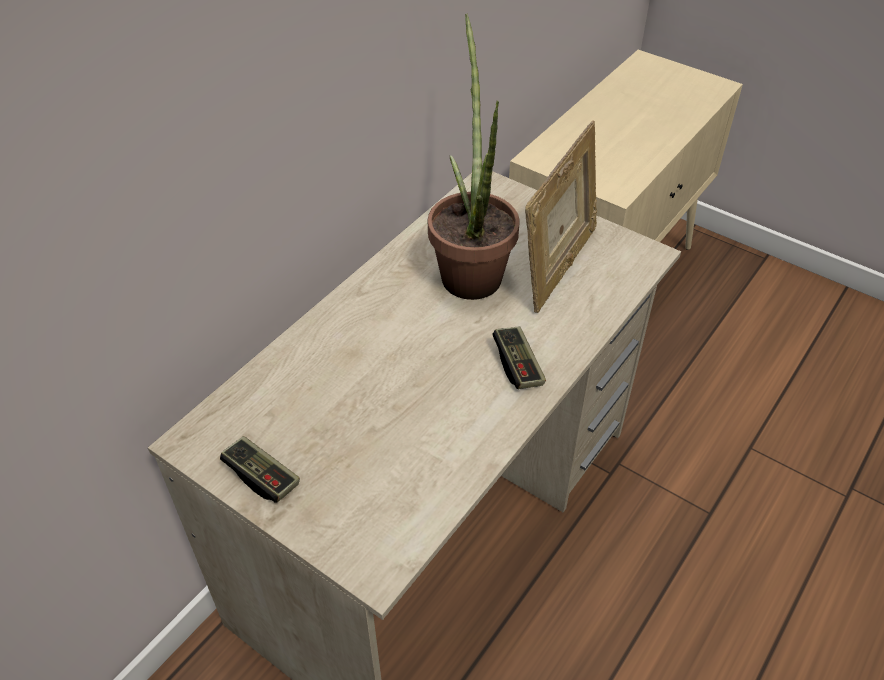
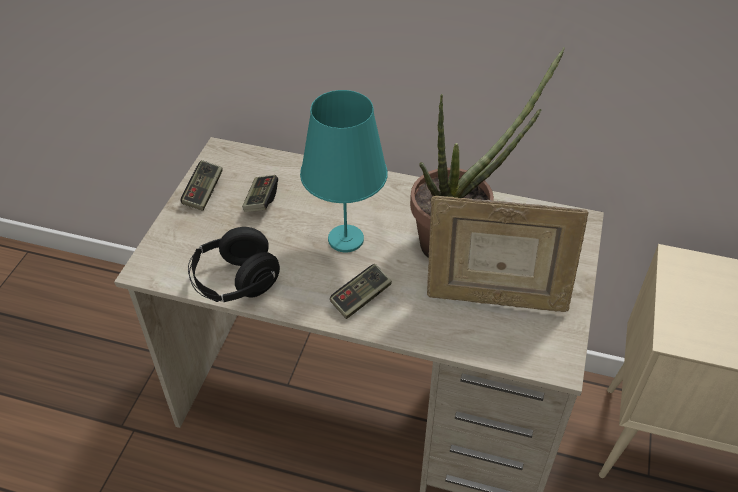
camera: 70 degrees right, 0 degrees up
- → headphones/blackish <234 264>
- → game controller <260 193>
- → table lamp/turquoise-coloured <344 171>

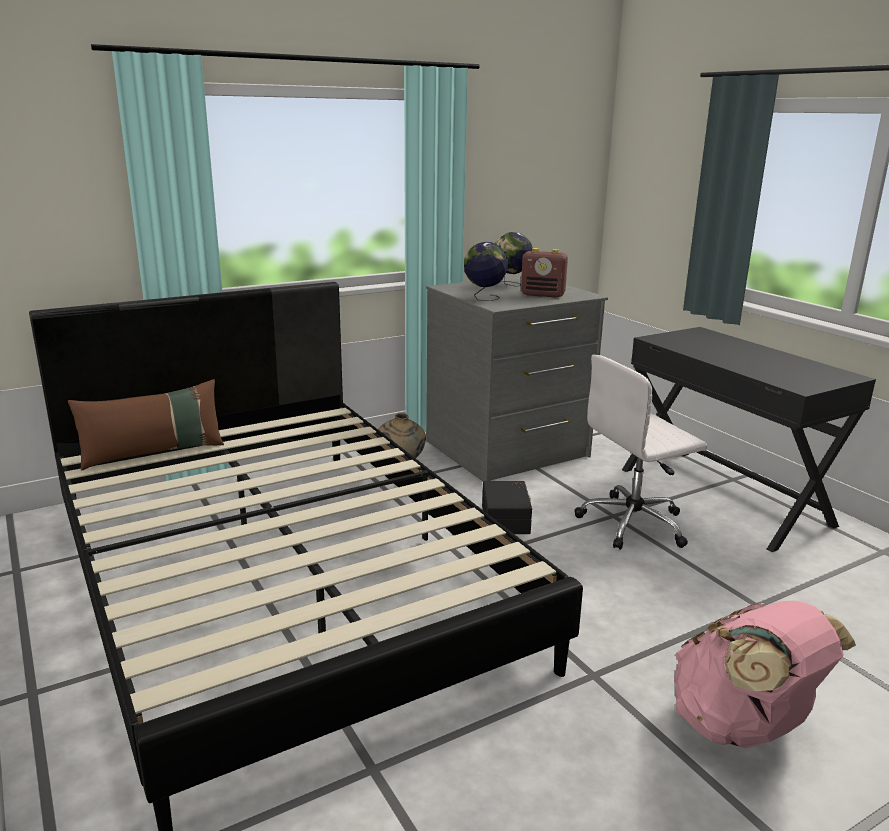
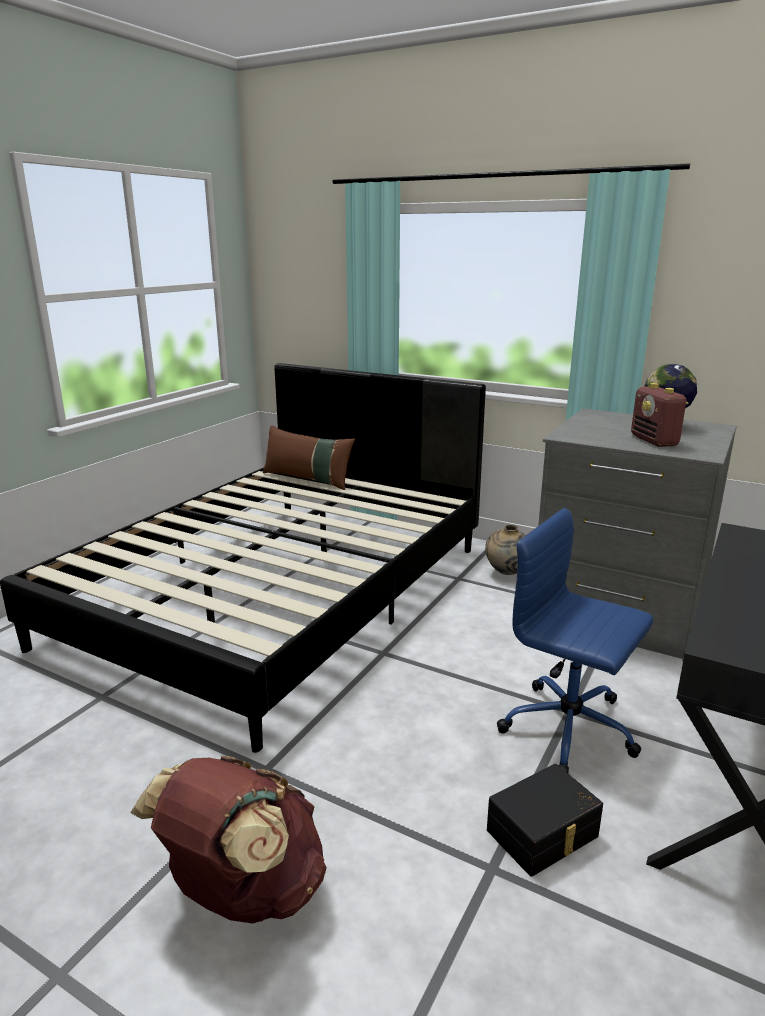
camera: 60 degrees right, 0 degrees up
world globe <486 271> → -
storage container/blackish <507 507> → storage container/blackish <545 820>, shifted
office chair/white-coloured <640 452> → office chair/blue <575 640>
backpack/pink <765 674> → backpack/brown <228 840>

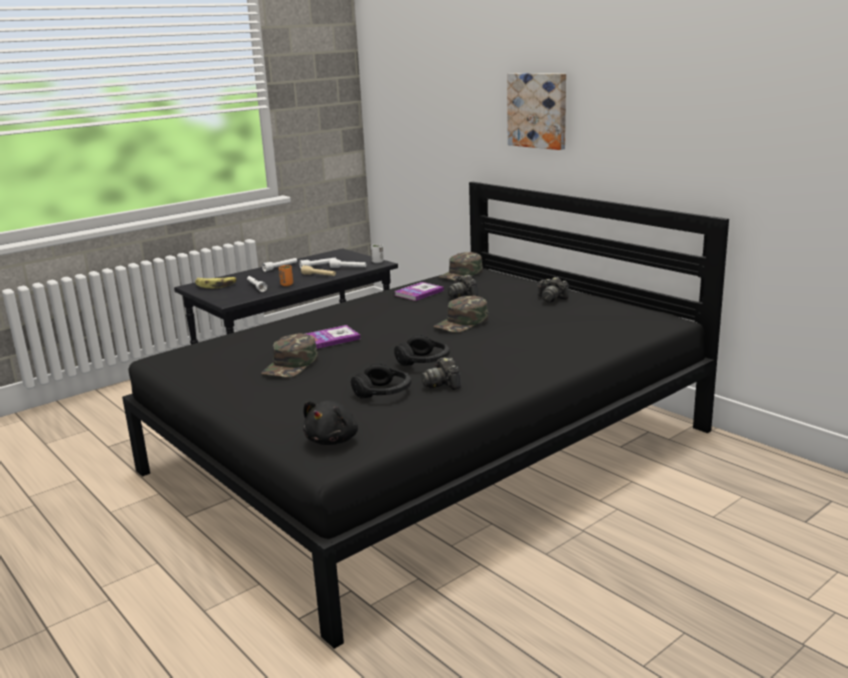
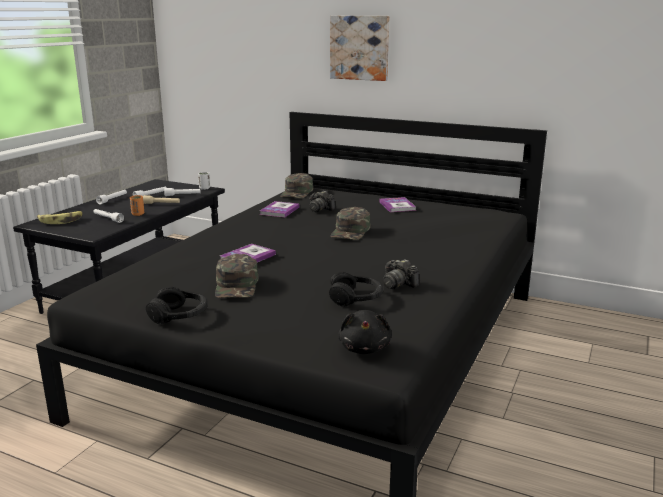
camera: 25 degrees left, 0 degrees up
headphones/blackish <422 350> → headphones/blackish <177 305>, shifted
photo camera <553 290> → book <397 204>

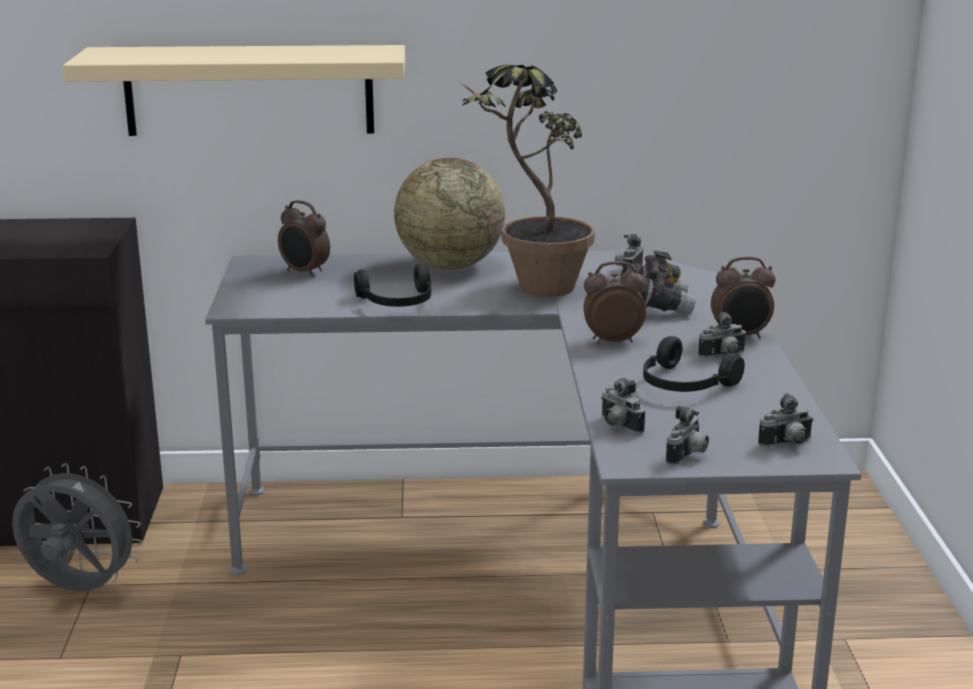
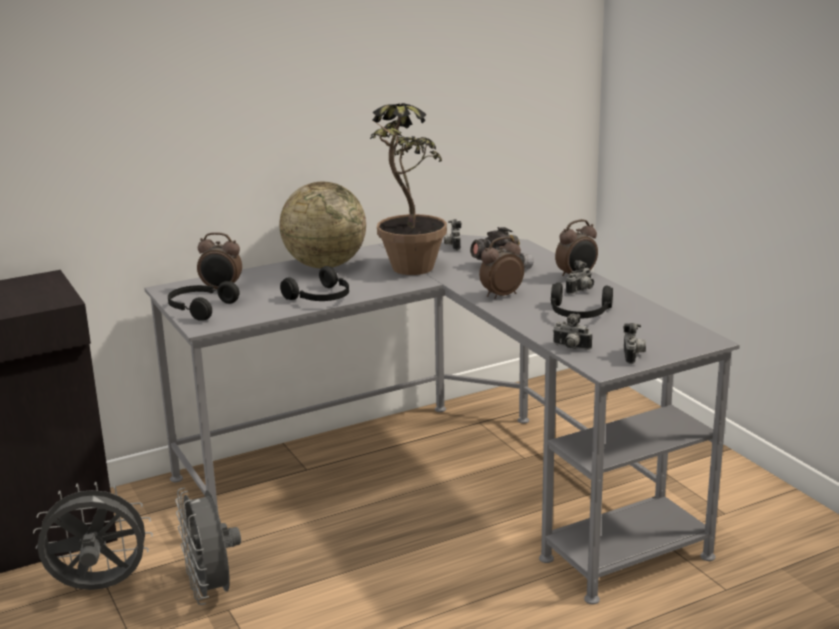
camera: 25 degrees left, 0 degrees up
bracket shelf/sand-coloured <234 90> → -
photo camera <786 420> → -
- → headphones/blackish <203 301>
- → fan/gray <208 546>

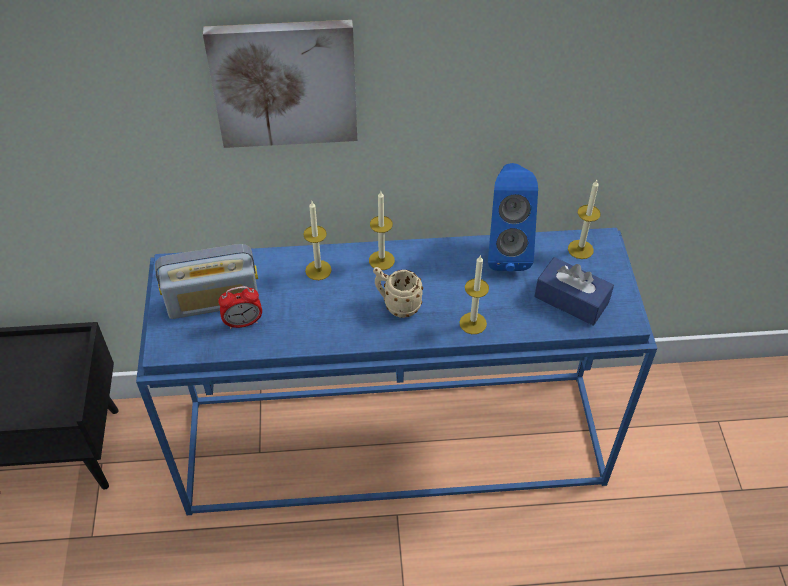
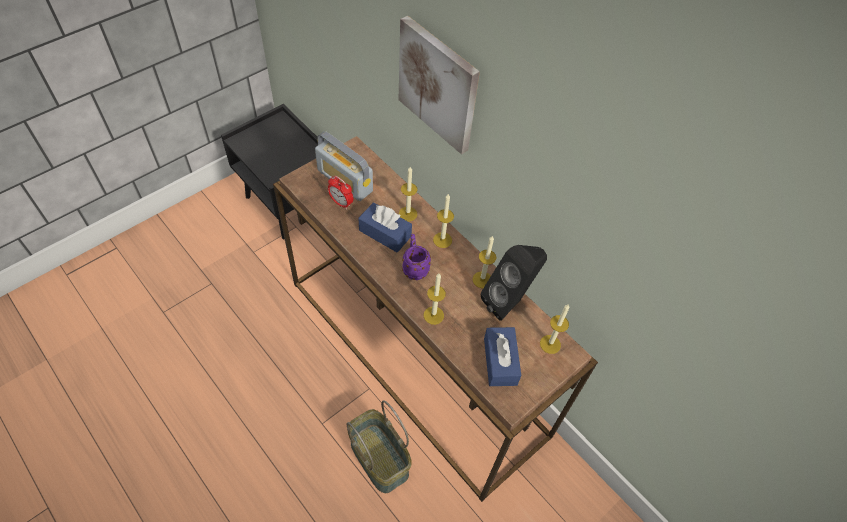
camera: 50 degrees right, 5 degrees up
console table/blue <396 371> → console table/brown <435 319>
coffee mug/sand-coloured <398 292> → coffee mug/purple <416 257>
audio speaker/blue <513 217> → audio speaker/blackish <513 283>
- → household basket <379 446>
- → box of tissues/blue <385 227>
- → wax candle <485 261>

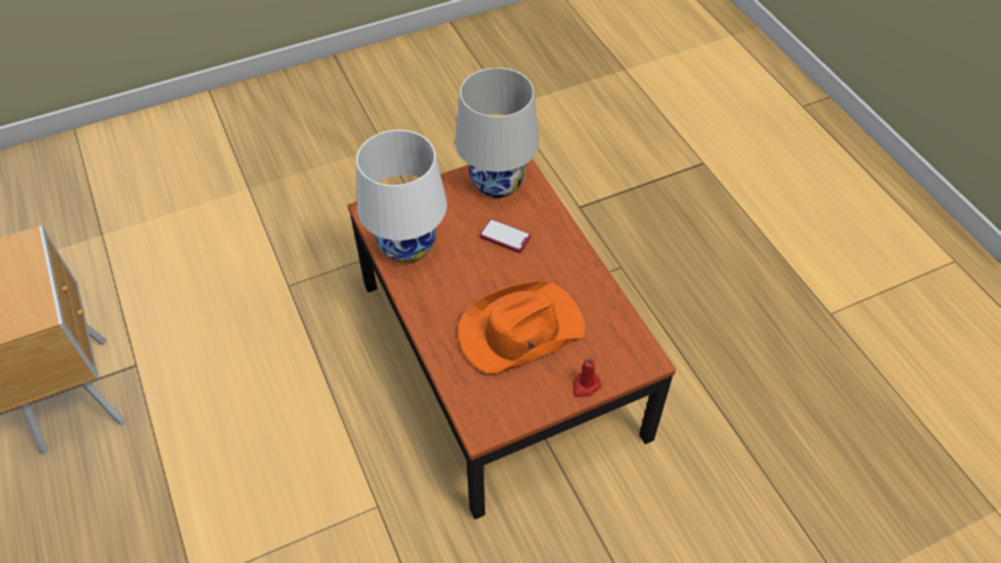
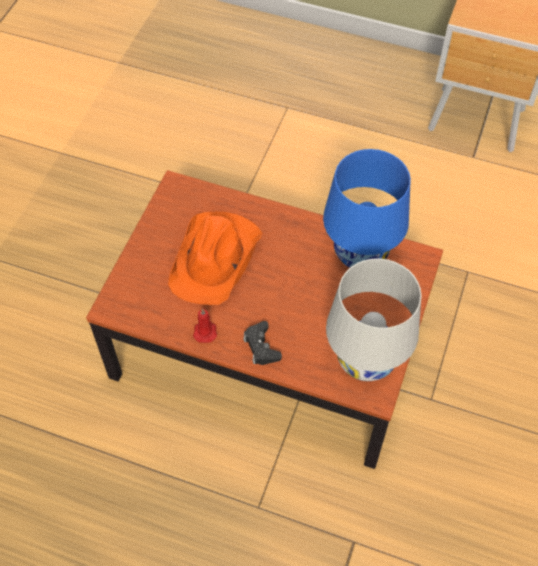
camera: 135 degrees right, 5 degrees up
table lamp/white-coloured <401 196> → table lamp/blue <367 208>
phone <505 236> → -
wax candle/red-coloured <587 377> → wax candle/red-coloured <205 325>, shifted
- → game controller/blackish <262 343>

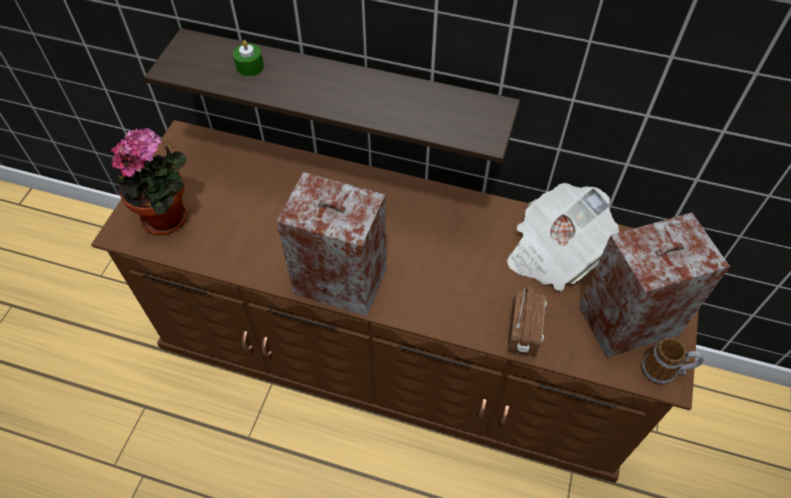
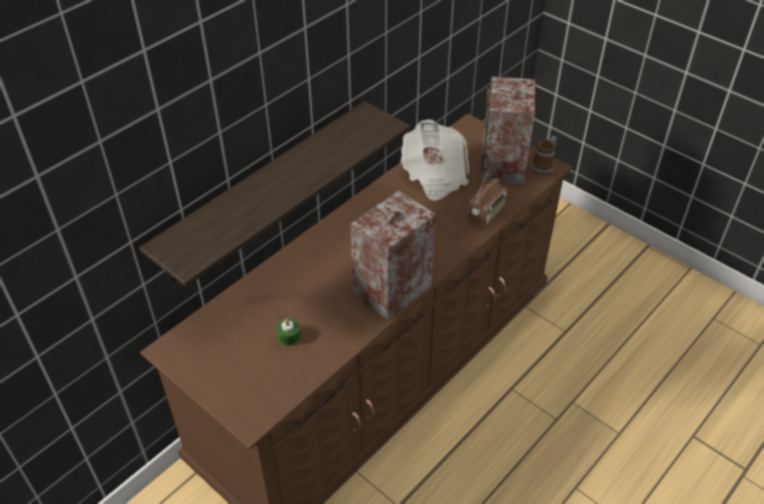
camera: 65 degrees left, 10 degrees down
houseplant <149 181> → -
wax candle/greenish <248 58> → wax candle/greenish <288 332>, shifted
radio <527 321> → radio <487 197>, 90 degrees clockwise

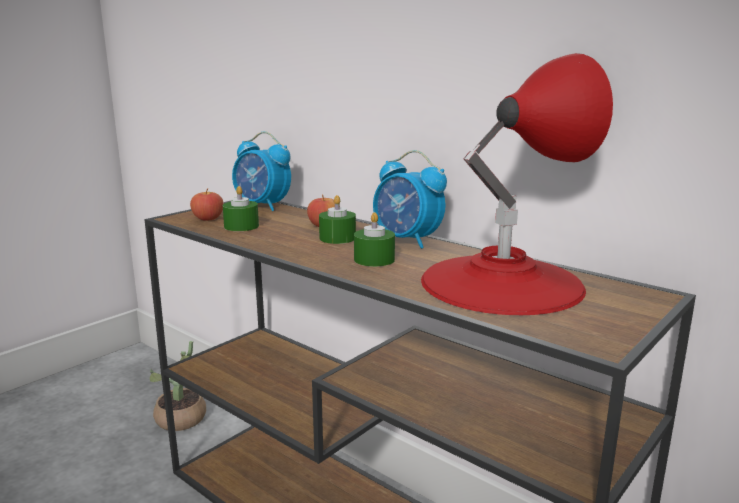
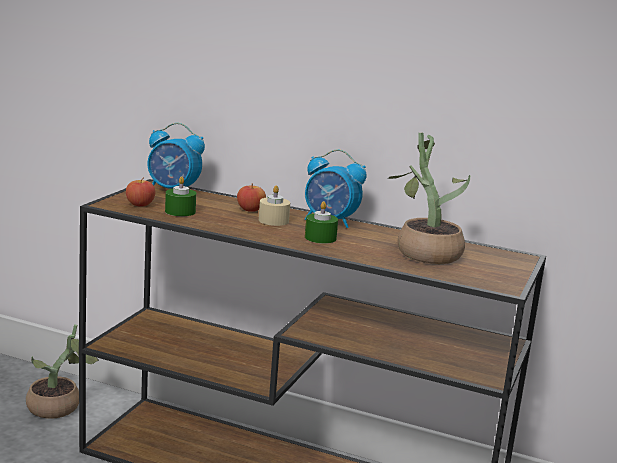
camera: 20 degrees left, 0 degrees up
wax candle/greenish <337 219> → wax candle/sand-coloured <274 205>
table lamp/red-coloured <517 184> → houseplant <429 198>

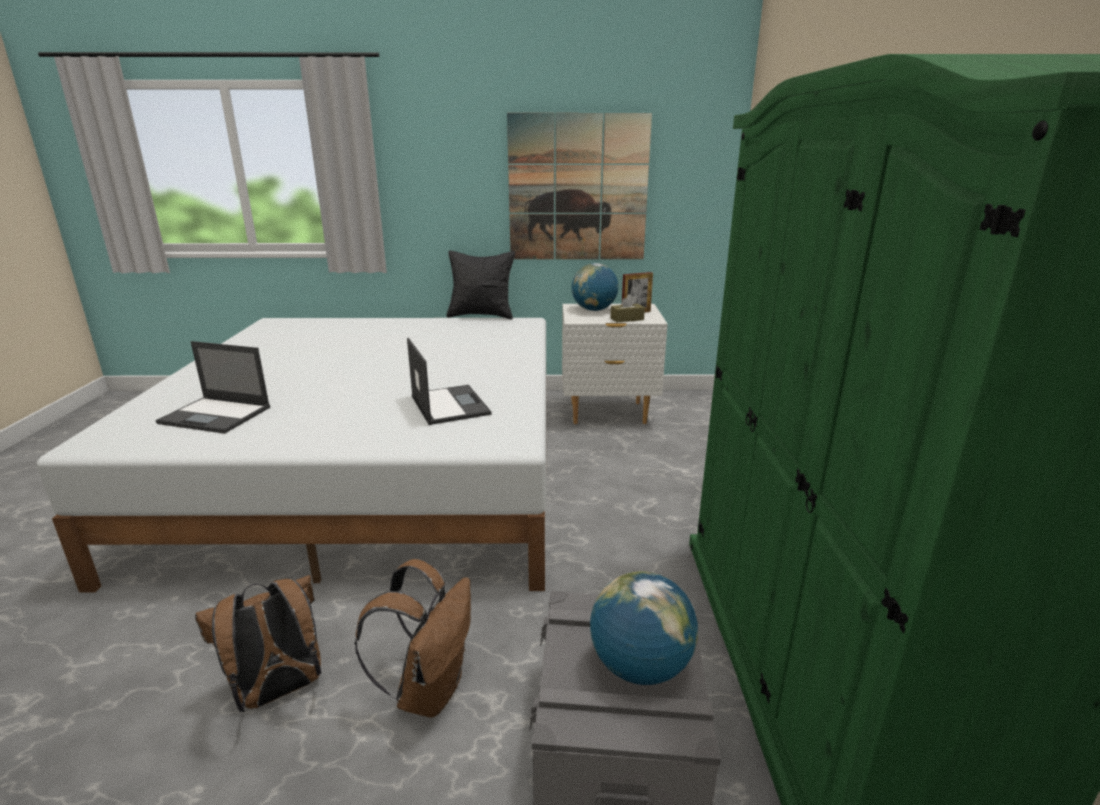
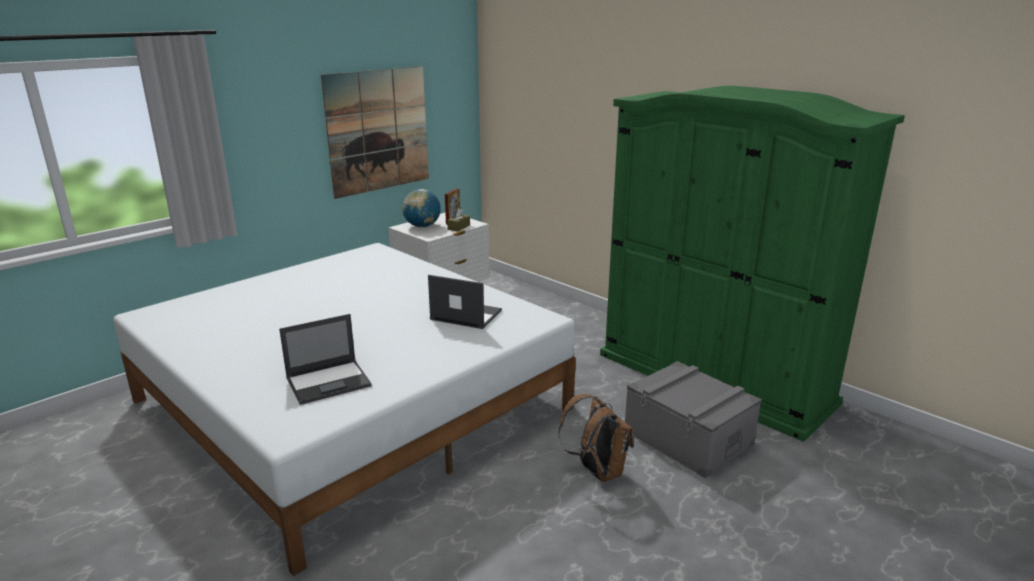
camera: 45 degrees left, 0 degrees up
backpack/brown <258 643> → -
throw pillow/blackish <480 284> → -
world globe <644 628> → -

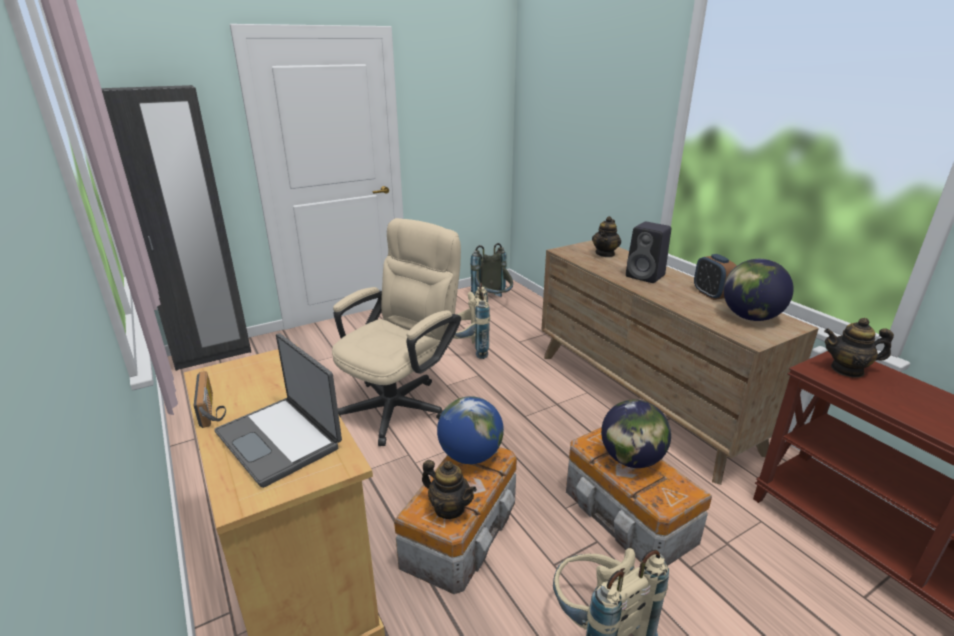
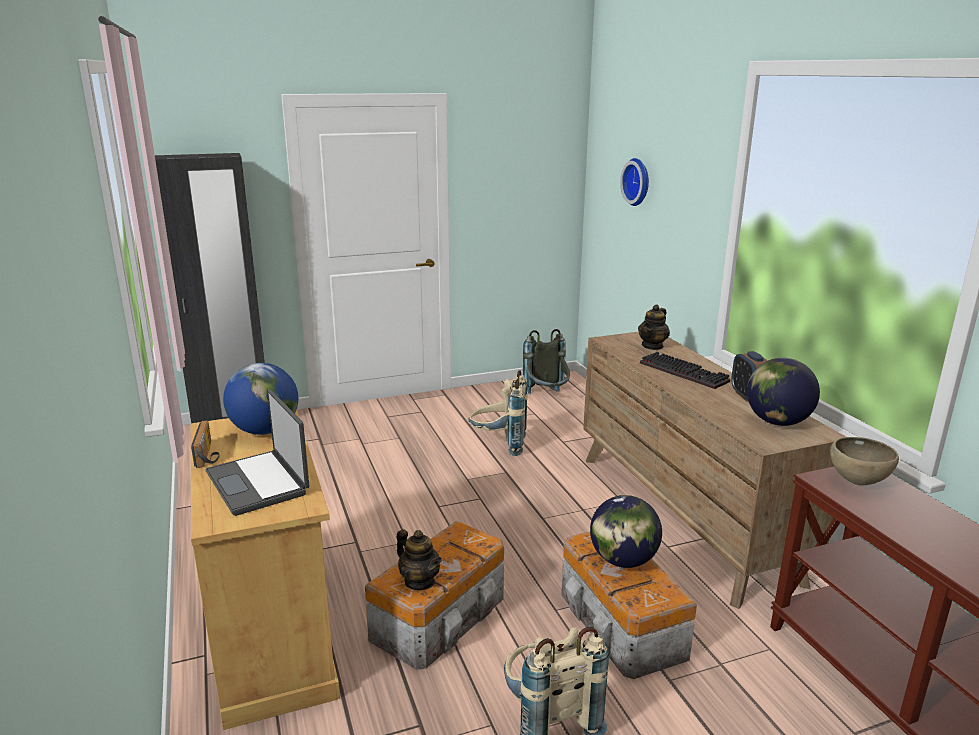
camera: 10 degrees right, 5 degrees down
office chair/sand-coloured <396 332> → -
world globe <470 430> → world globe <260 399>, shifted
audio speaker/blackish <648 252> → keyboard <685 370>
tea pot <859 348> → serving bowl/brown <864 461>
- → clock on the wall <634 182>

